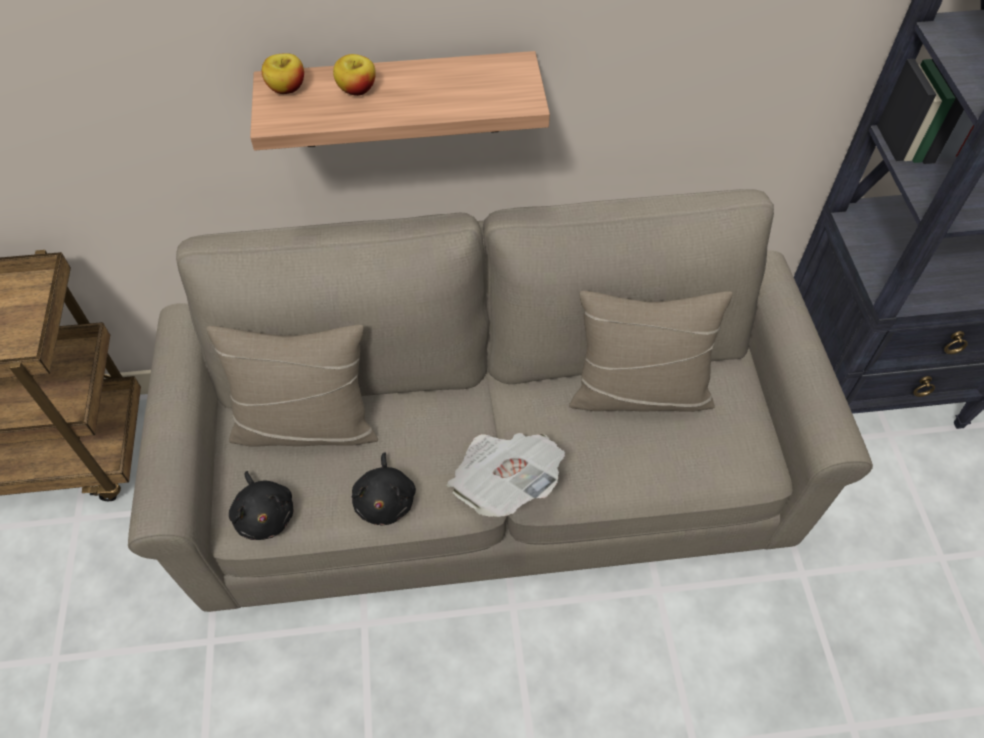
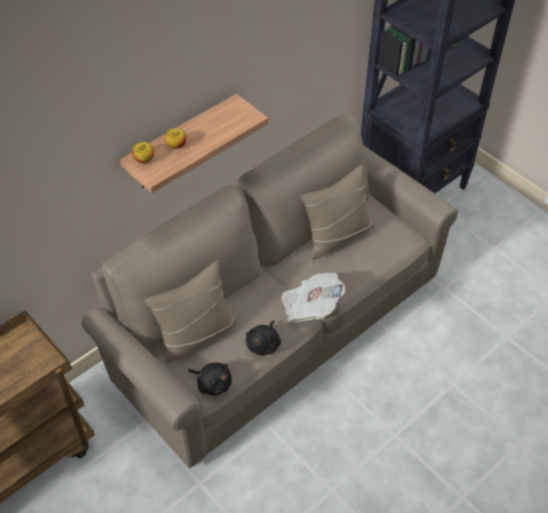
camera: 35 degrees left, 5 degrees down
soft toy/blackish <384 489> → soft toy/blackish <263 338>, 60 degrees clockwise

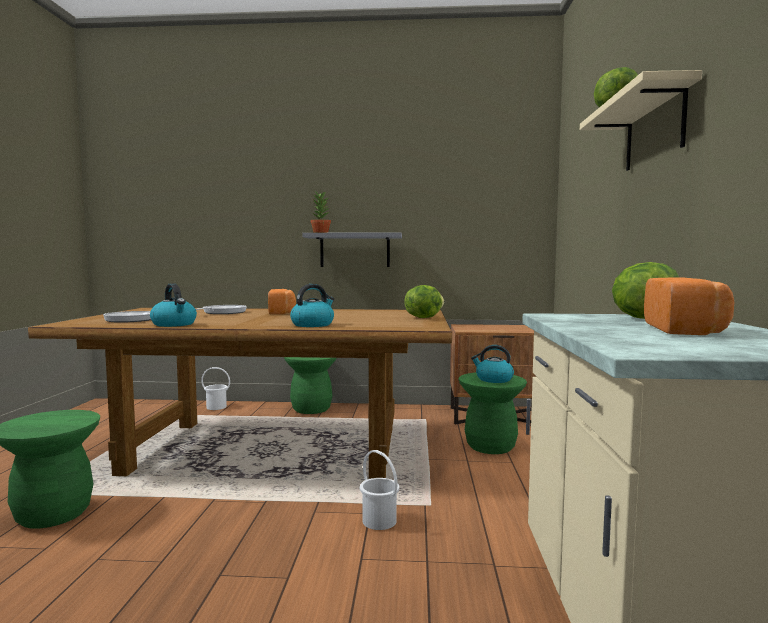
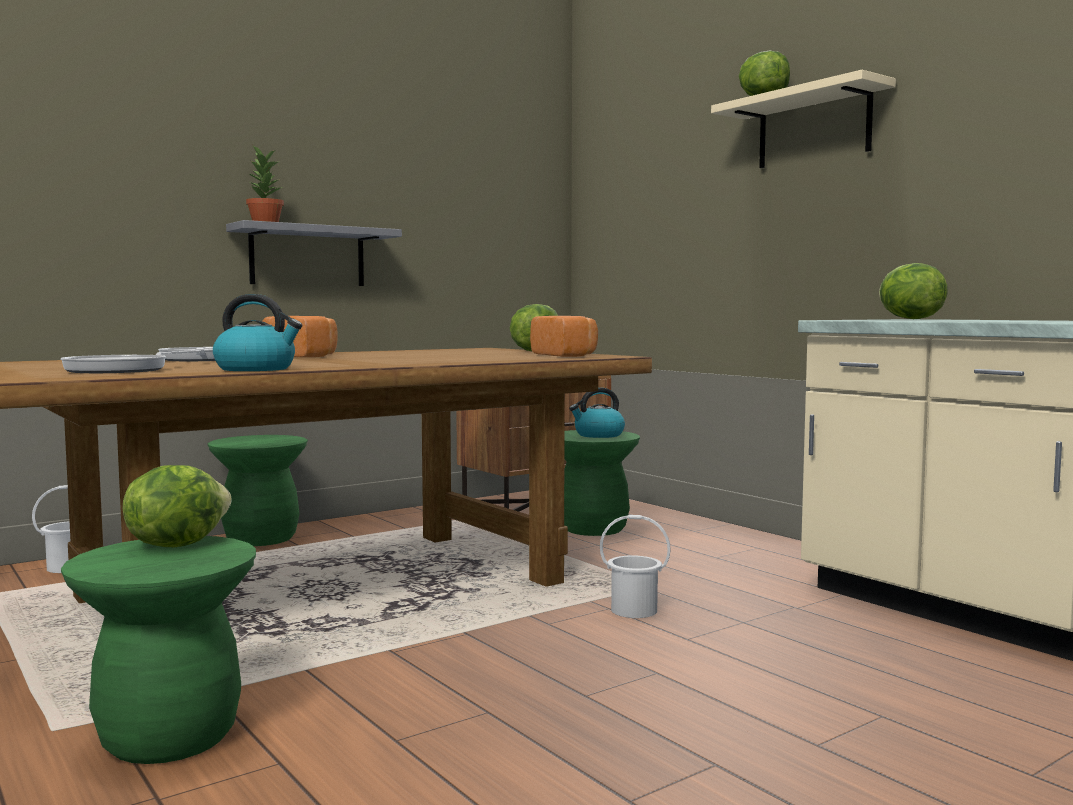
camera: 40 degrees left, 0 degrees up
kettle <312 305> → -
bread <689 306> → bread <564 336>, shifted
- → lettuce <177 506>

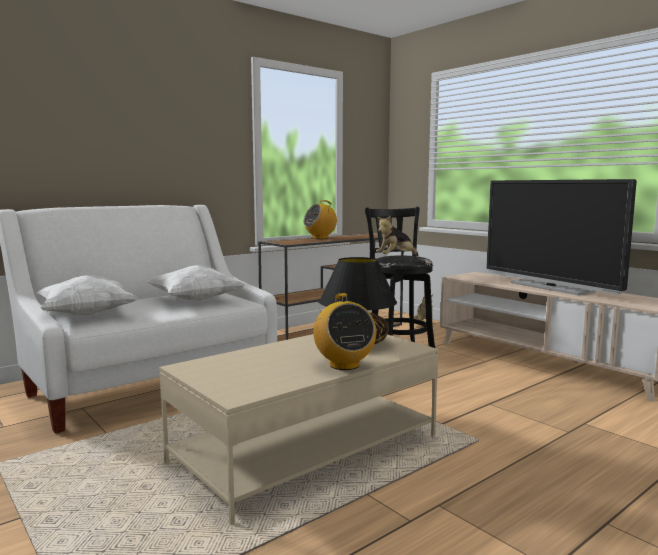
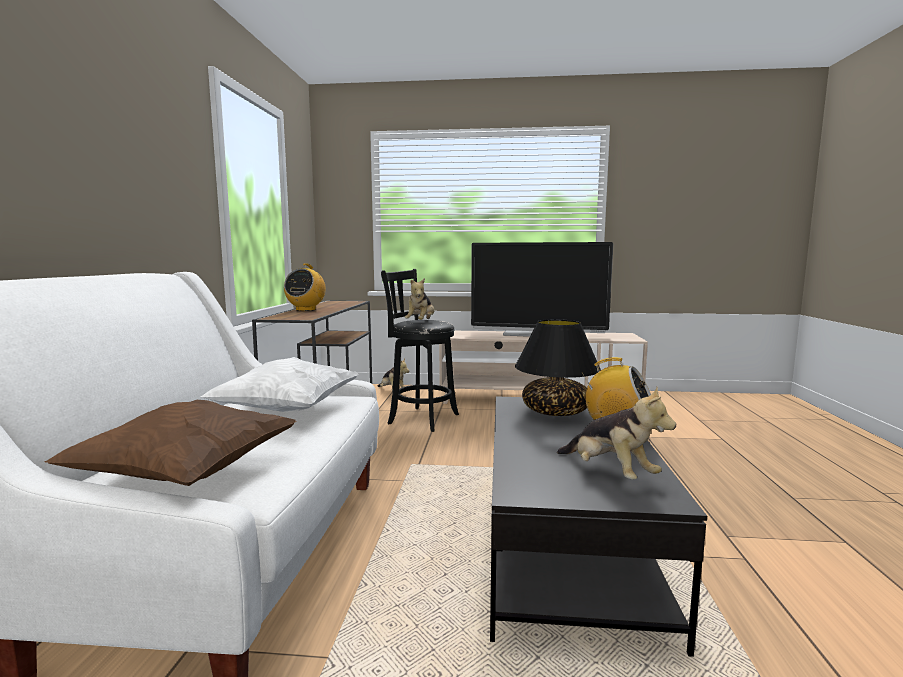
camera: 45 degrees left, 0 degrees up
throw pillow/white-coloured <86 295> → throw pillow/brown <171 443>
low table/sand-coloured <299 429> → low table/blackish <598 526>
- → soft toy <616 433>

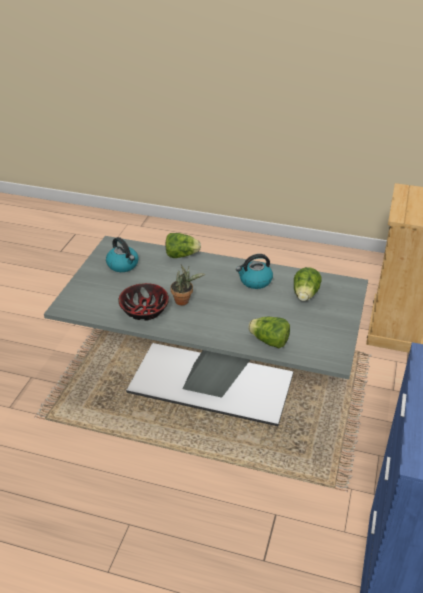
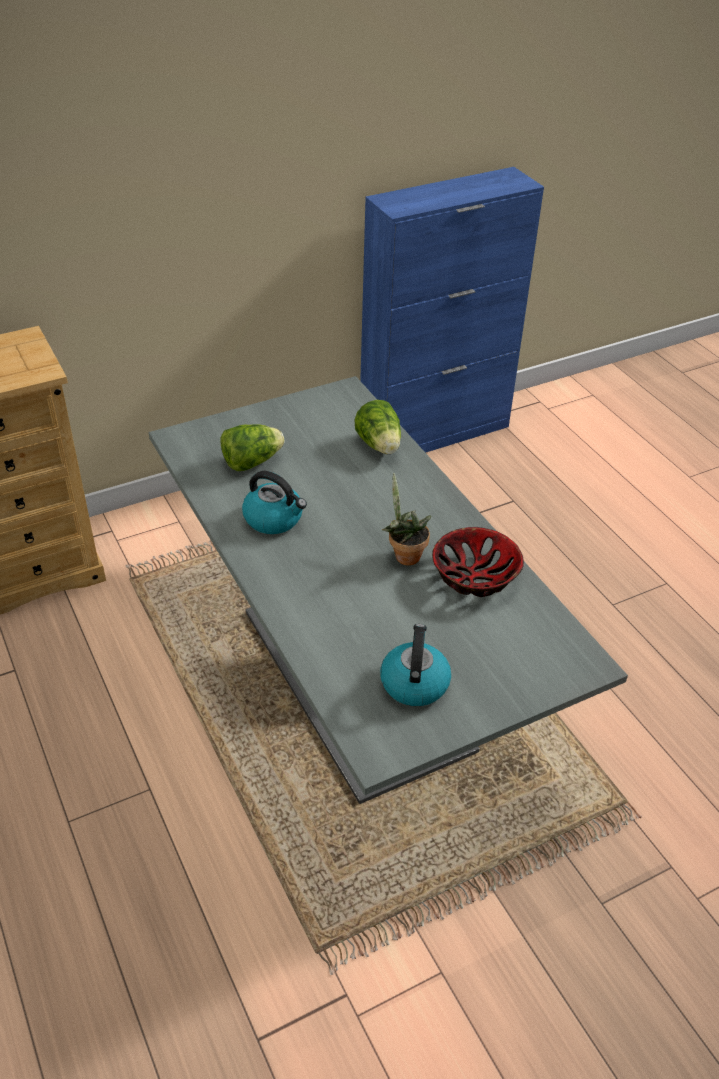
camera: 135 degrees left, 5 degrees up
lettuce <183 245> → -

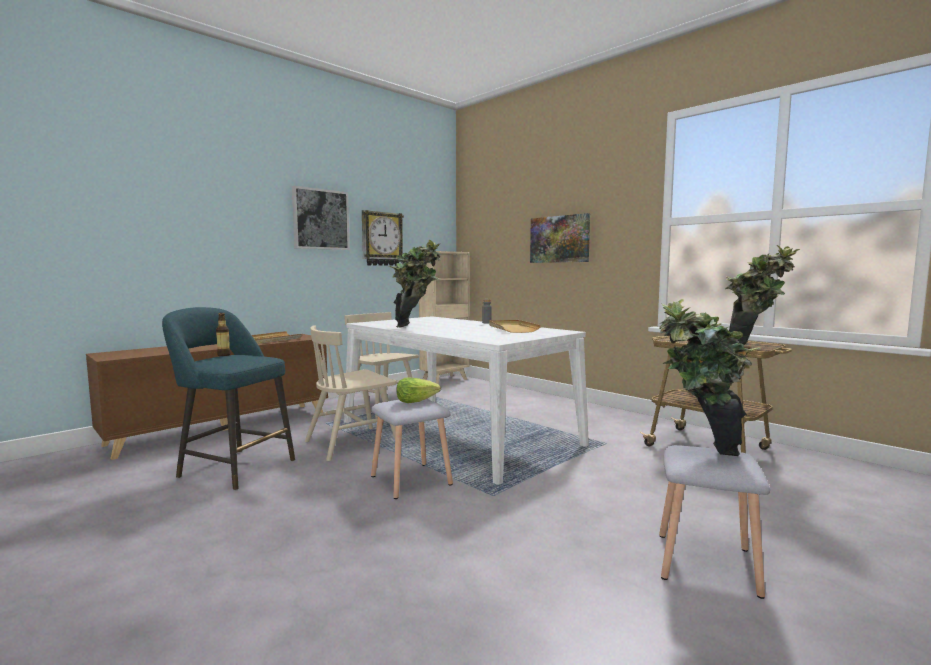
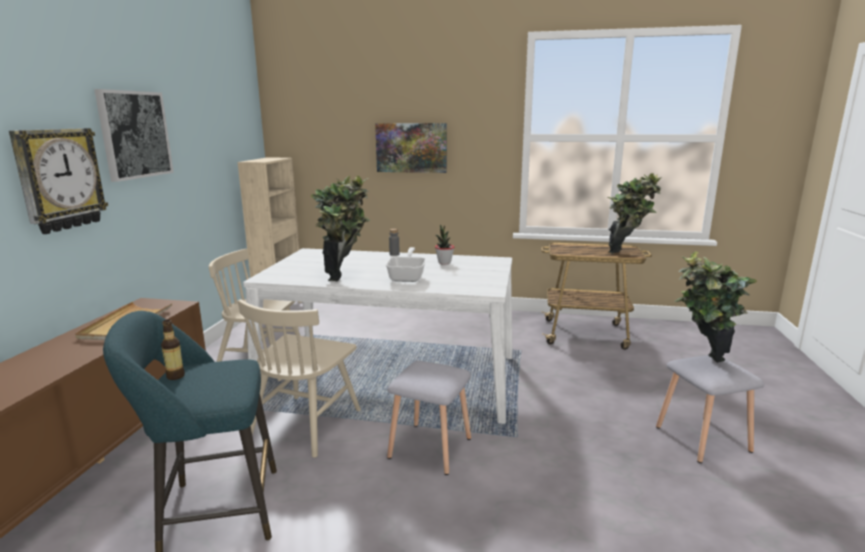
camera: 35 degrees left, 10 degrees up
clock on the wall <383 238> → clock on the wall <58 181>, shifted
lettuce <418 390> → -
tray/sand-coloured <515 326> → houseplant <444 244>
- → pan <406 264>

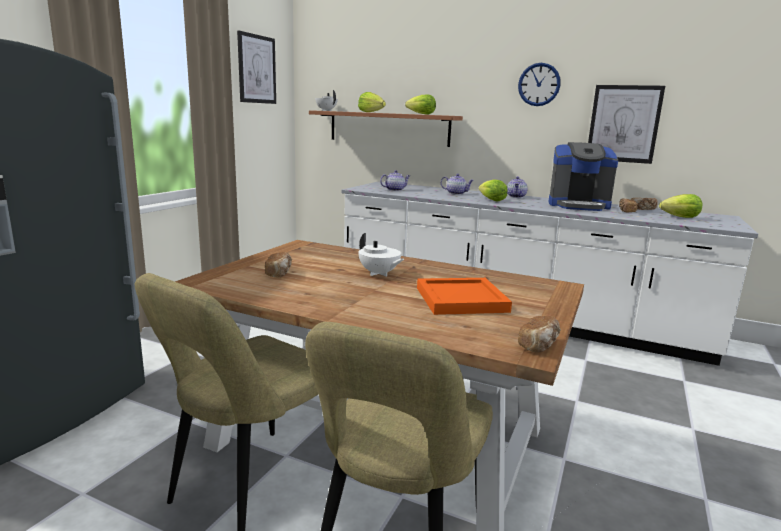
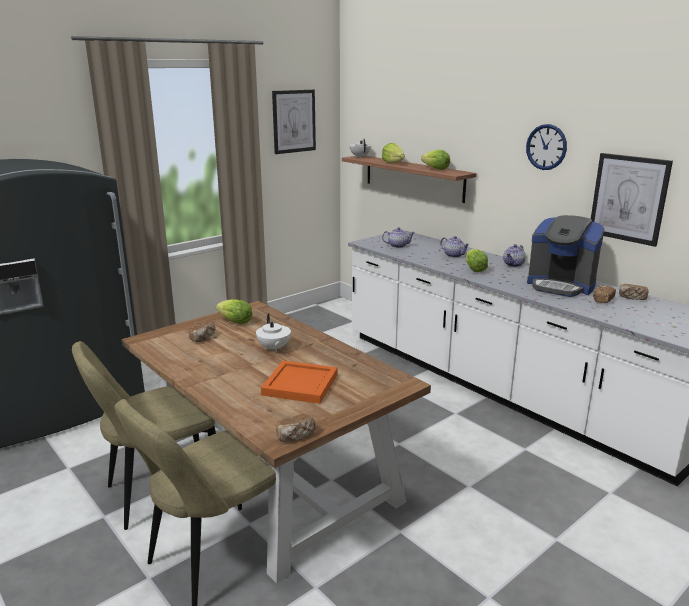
camera: 25 degrees right, 5 degrees up
lettuce <680 206> → lettuce <234 311>, shifted

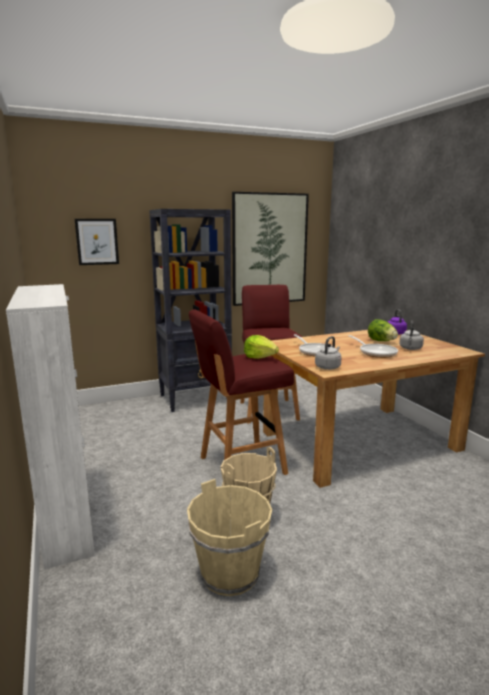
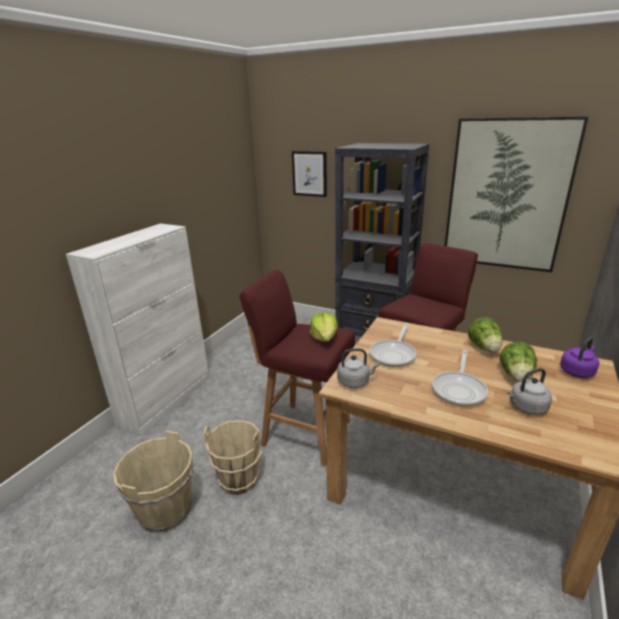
camera: 50 degrees right, 10 degrees up
- → lettuce <485 335>

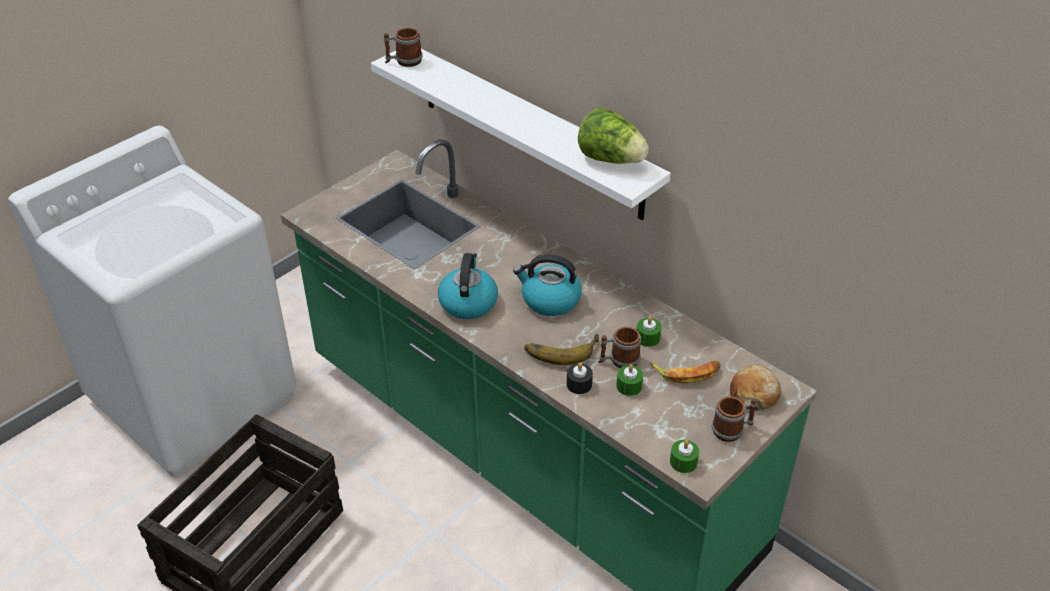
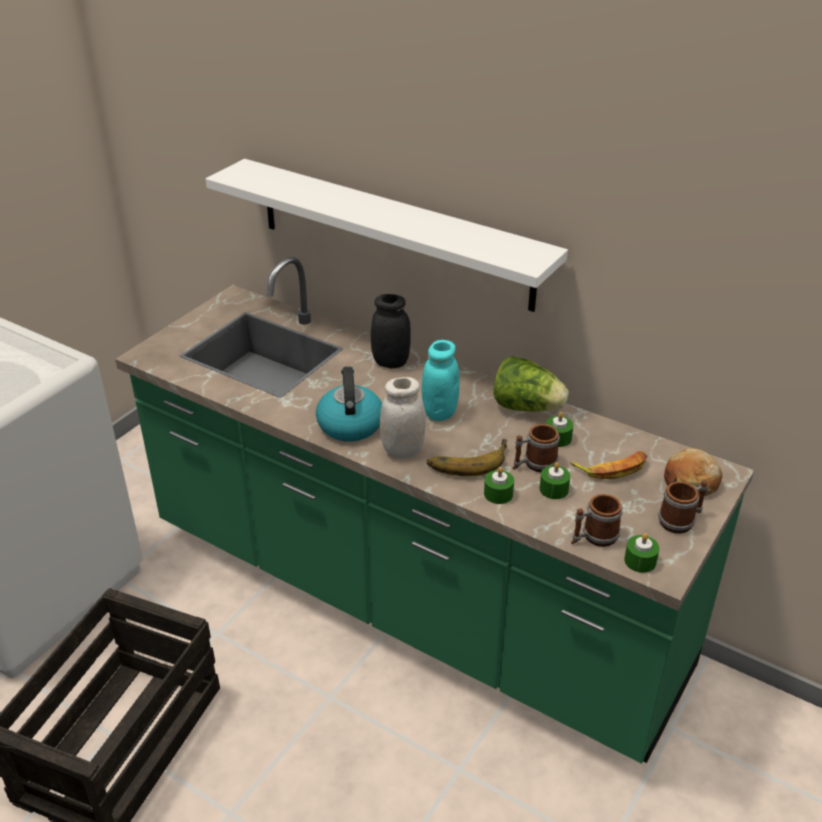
camera: 10 degrees left, 5 degrees down
coffee mug <403 47> → coffee mug <597 520>, shifted
kettle <547 285> → storage jar/turquoise-coloured <440 380>
wax candle/blackish <580 378> → wax candle/greenish <499 485>
lettuce <613 135> → lettuce <531 384>, shifted
- → storage jar/blackish <391 331>
- → storage jar/white-coloured <403 417>

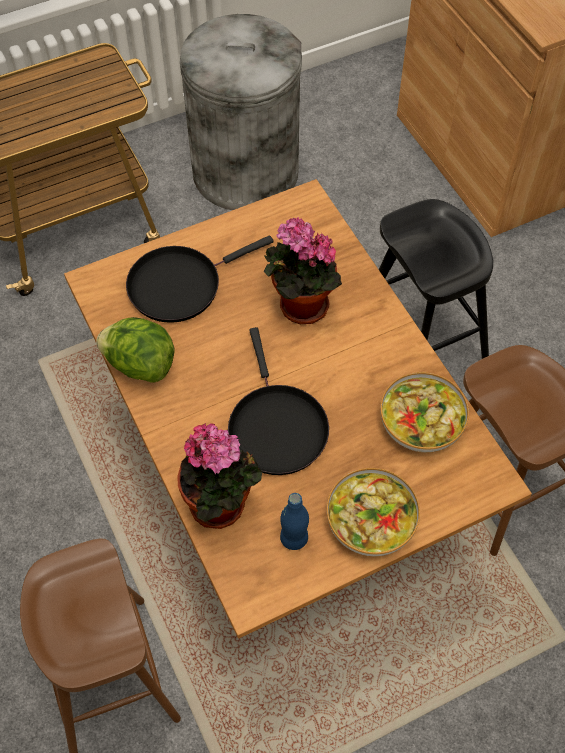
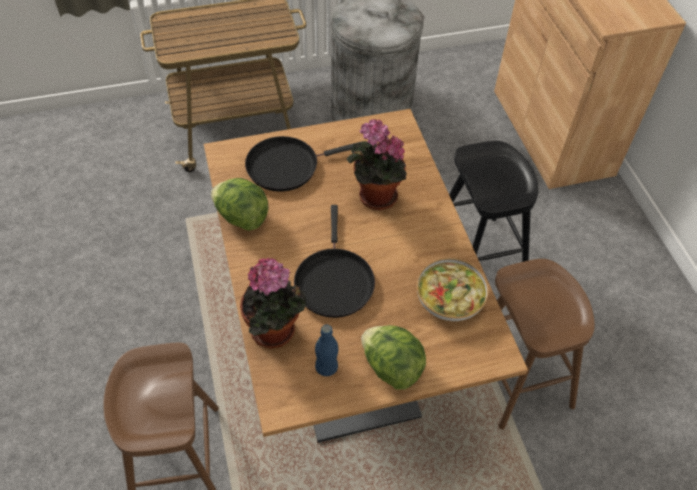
camera: 10 degrees right, 5 degrees down
serving bowl <373 512> → lettuce <393 357>

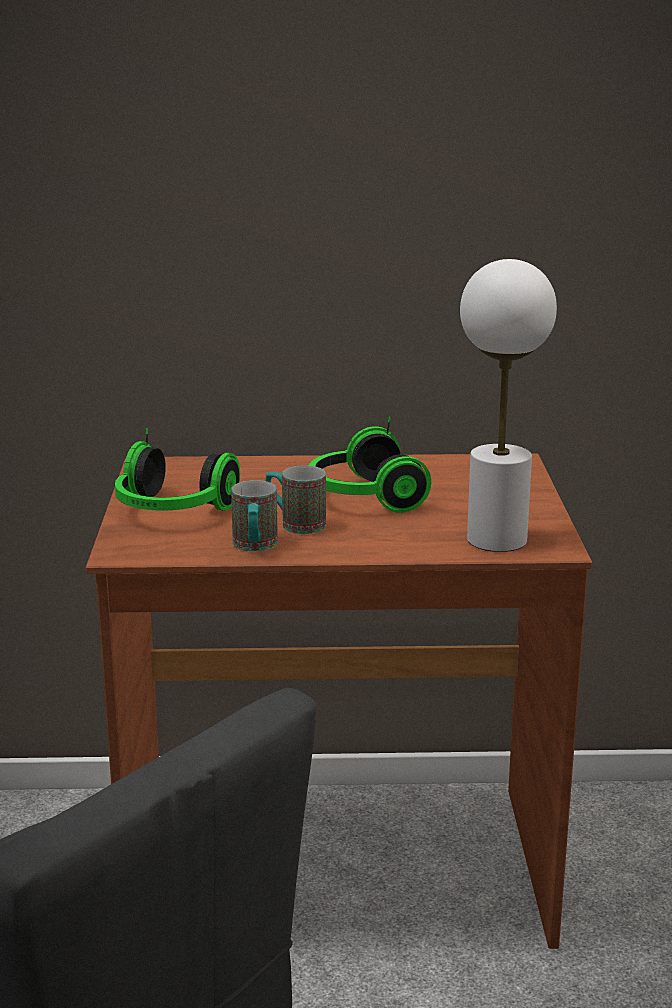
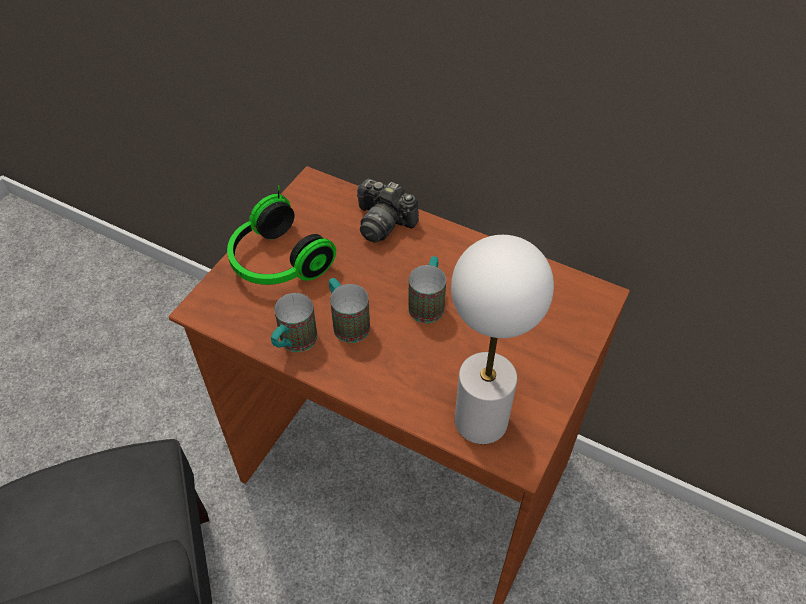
camera: 30 degrees right, 30 degrees up
headphones <370 464> → coffee mug <427 289>
- → photo camera <388 211>

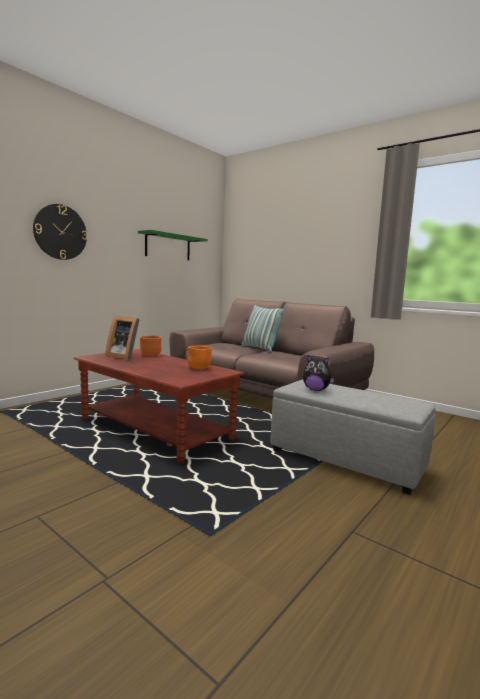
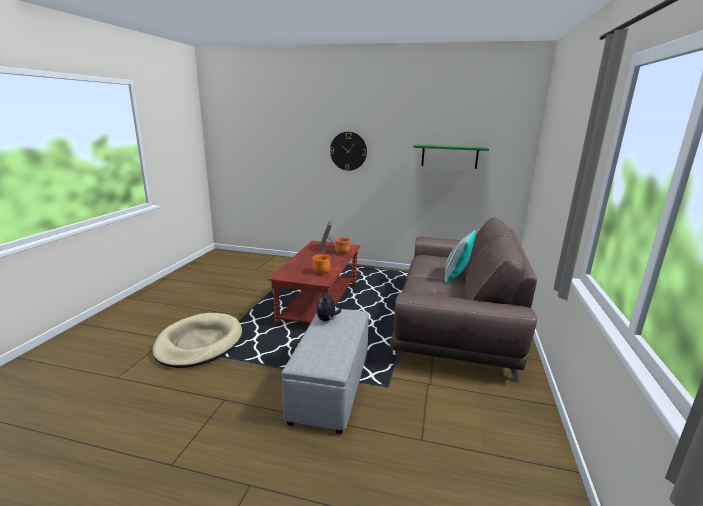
camera: 65 degrees right, 10 degrees up
- → pet bed/sand-coloured <197 340>

